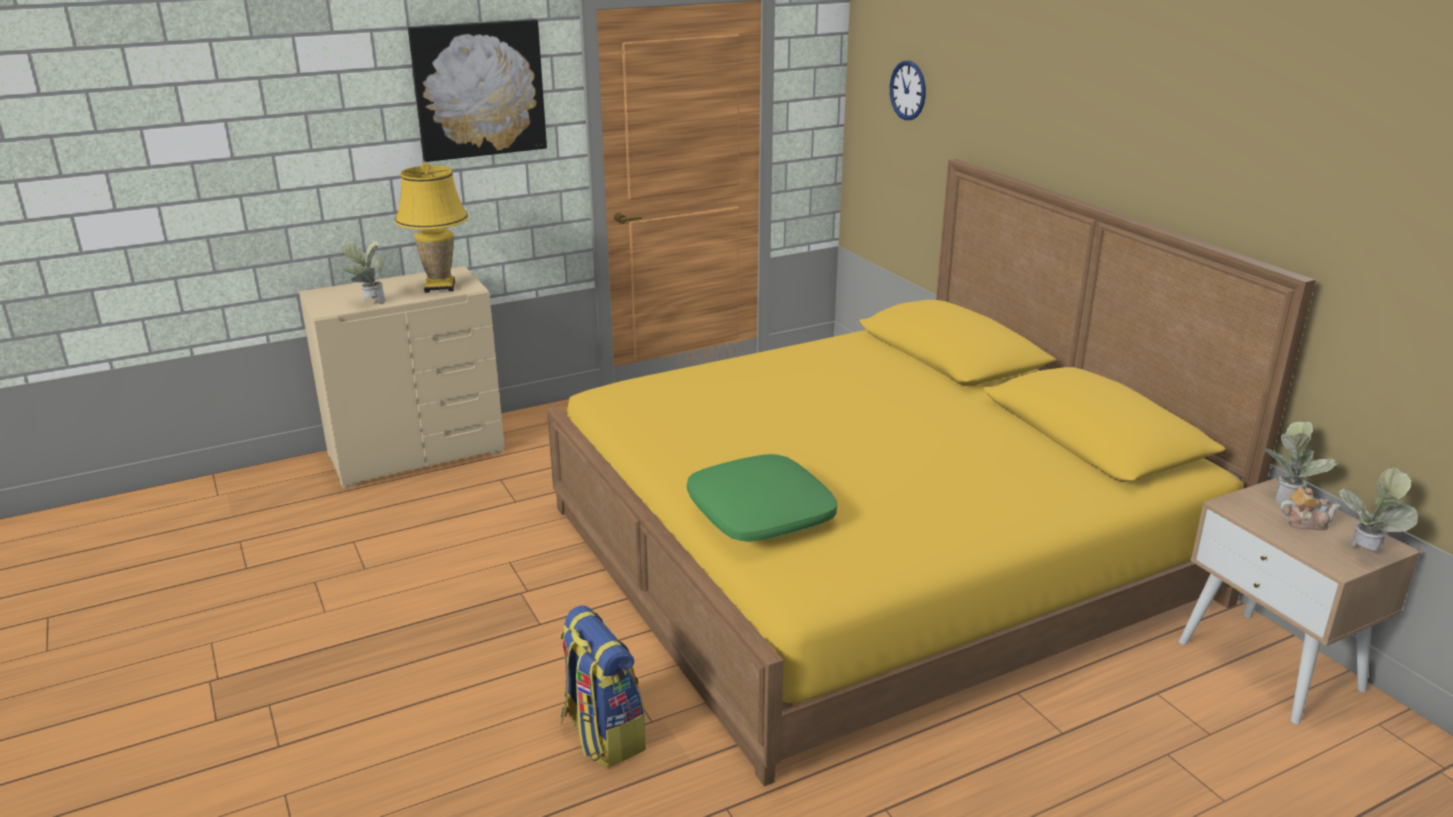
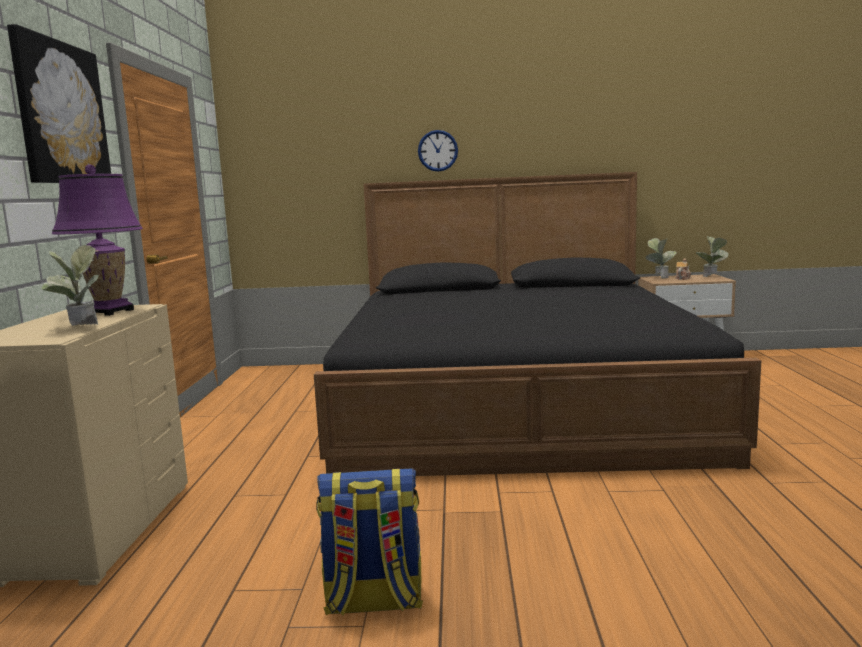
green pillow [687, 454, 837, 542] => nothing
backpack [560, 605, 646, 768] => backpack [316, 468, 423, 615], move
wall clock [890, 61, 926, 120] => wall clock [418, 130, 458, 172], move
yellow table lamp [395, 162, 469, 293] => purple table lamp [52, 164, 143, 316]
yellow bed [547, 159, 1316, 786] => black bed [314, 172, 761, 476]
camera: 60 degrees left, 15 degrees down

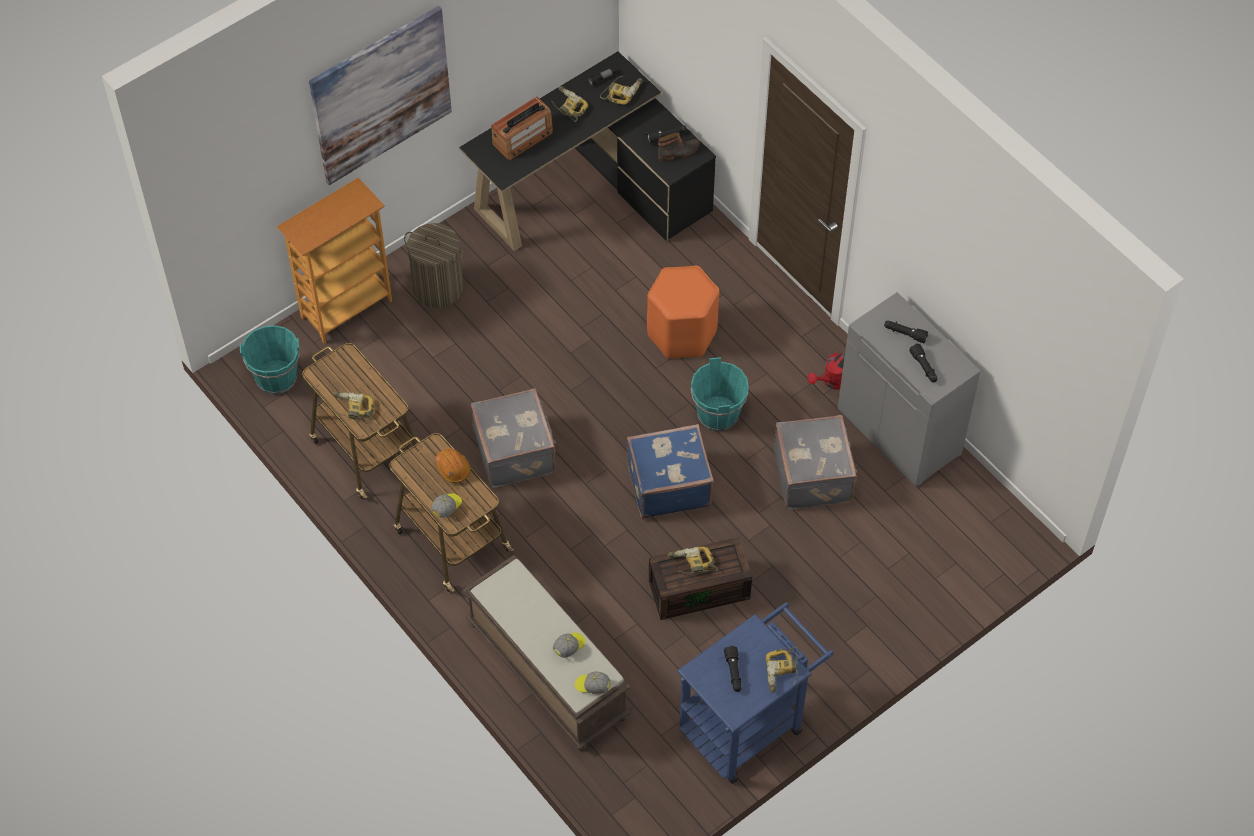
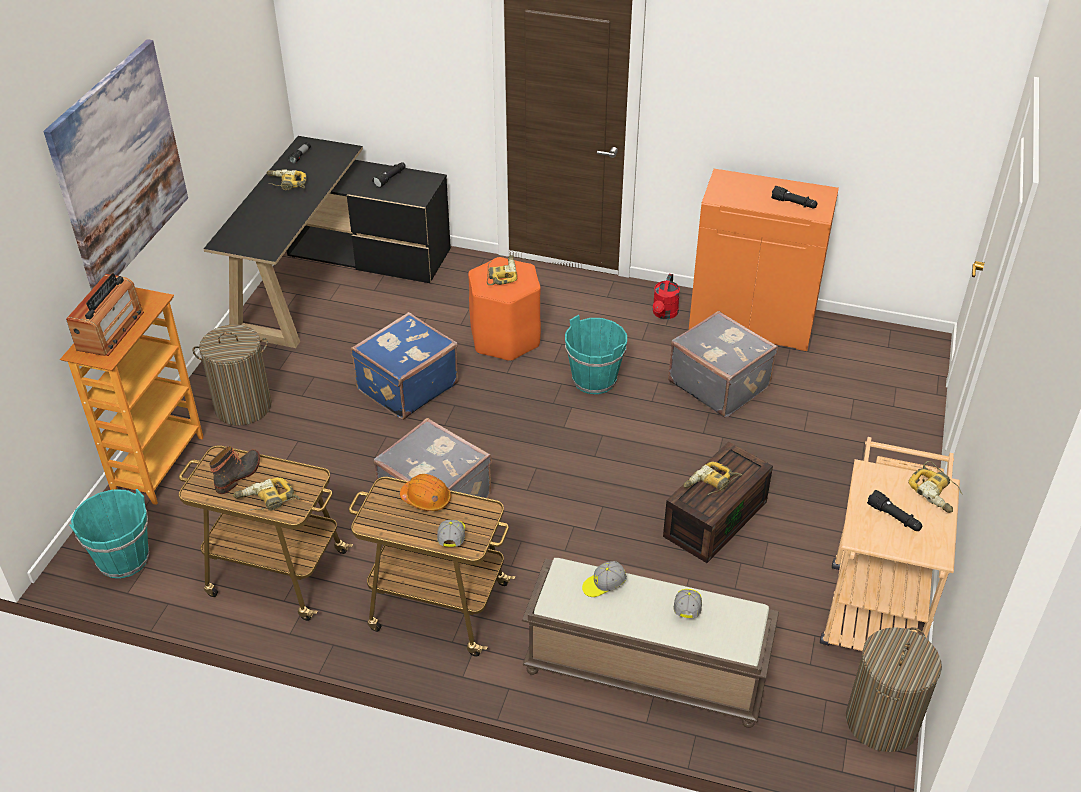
black flashlight [884, 321, 928, 343] => nothing
nothing => laundry basket [846, 627, 942, 752]
radio [491, 97, 553, 160] => radio [66, 273, 144, 356], move
cap [575, 672, 611, 694] => cap [582, 561, 627, 597], move
power drill [600, 76, 643, 105] => power drill [487, 255, 517, 285], move
blue suitcase [627, 424, 714, 519] => blue suitcase [351, 312, 459, 420], move
boot [658, 132, 699, 162] => boot [209, 446, 260, 494], move
blue cart [677, 602, 834, 784] => beige cart [820, 437, 960, 651]
grey cabinet [837, 292, 980, 487] => orange cabinet [689, 169, 839, 351]
camera: 35 degrees left, 15 degrees down

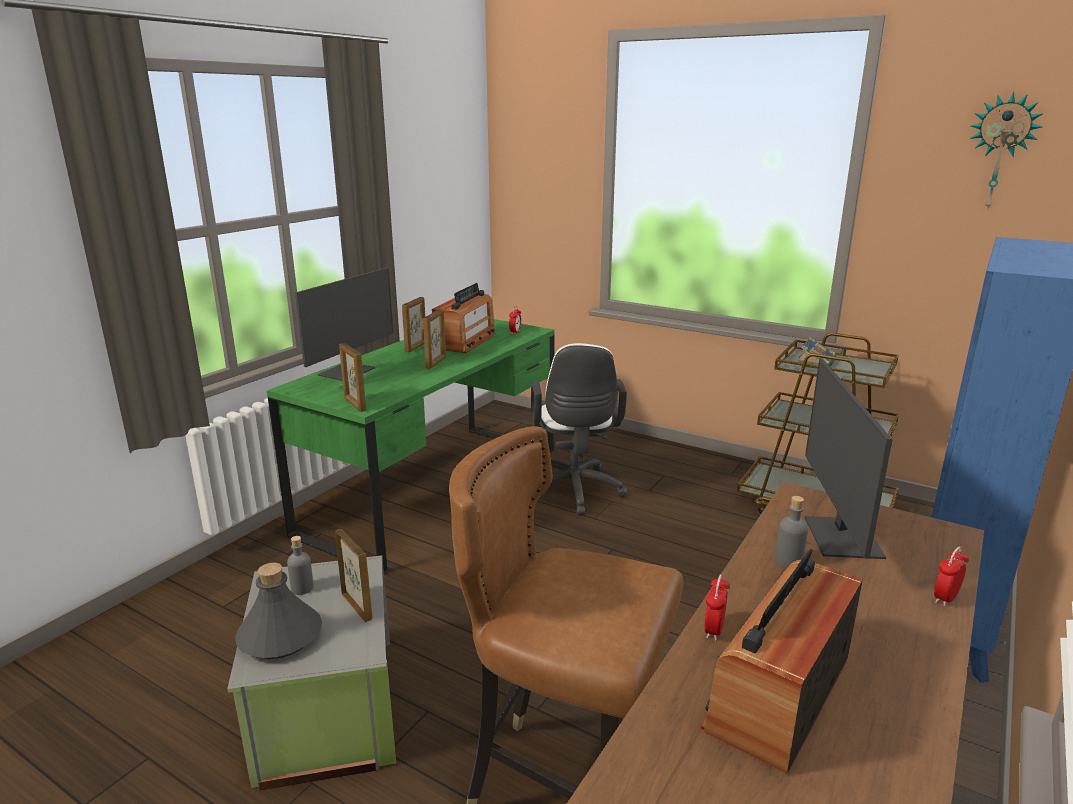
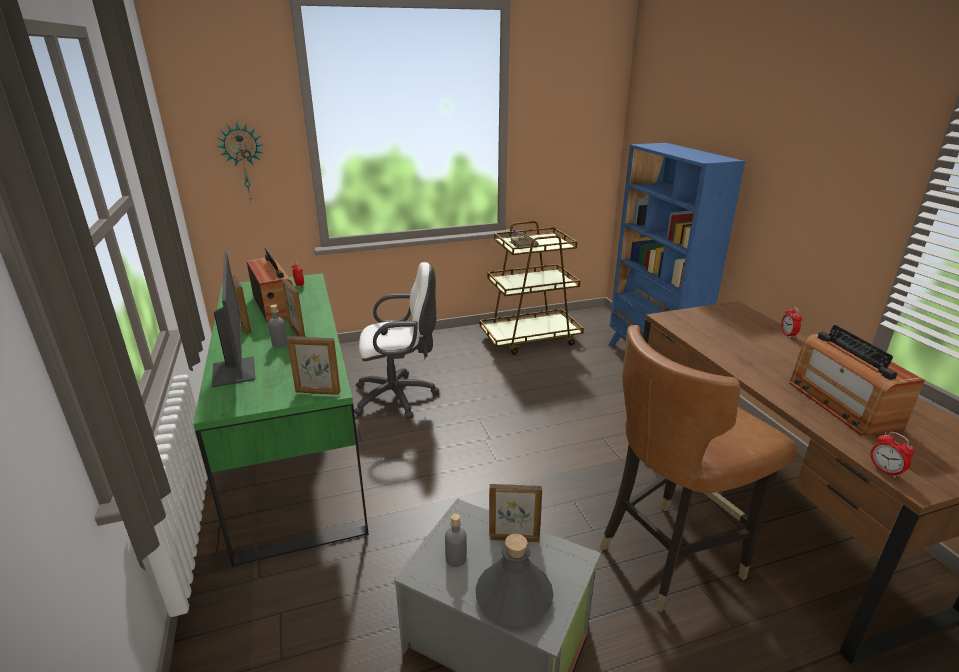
monitor [805, 359, 893, 559] => nothing
alarm clock [704, 574, 730, 641] => alarm clock [871, 432, 914, 478], move
grey bottle [775, 496, 808, 569] => grey bottle [268, 305, 288, 347], move
wall clock [970, 92, 1044, 211] => wall clock [217, 123, 264, 202], move
white office chair [531, 343, 627, 516] => white office chair [354, 262, 439, 419], 45 degrees counterclockwise
camera: 50 degrees left, 5 degrees up

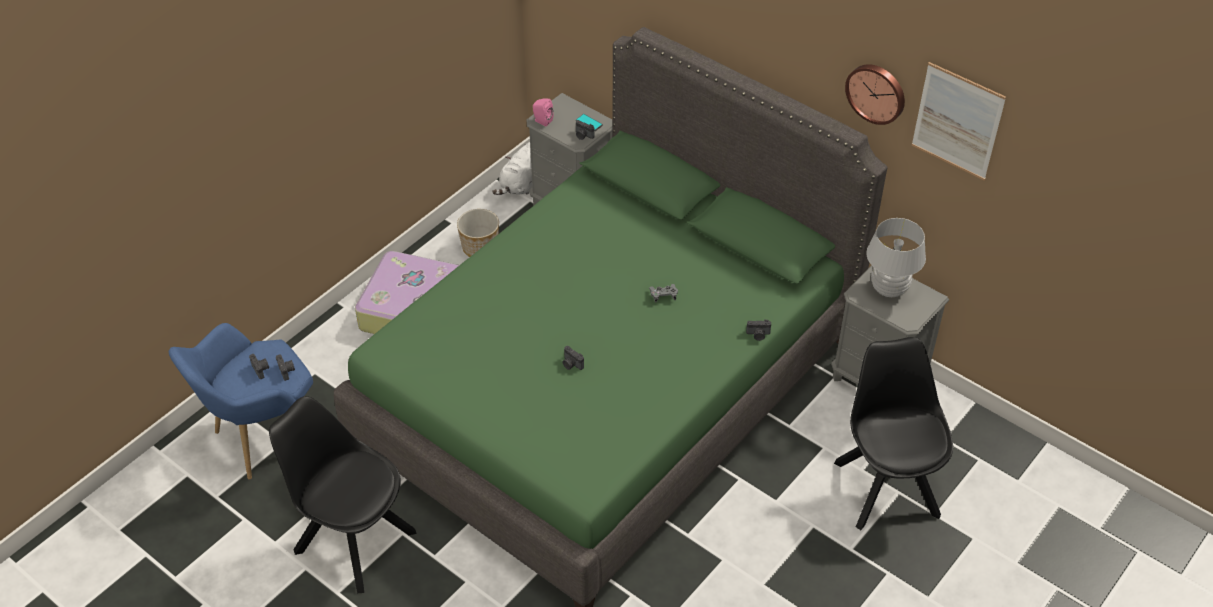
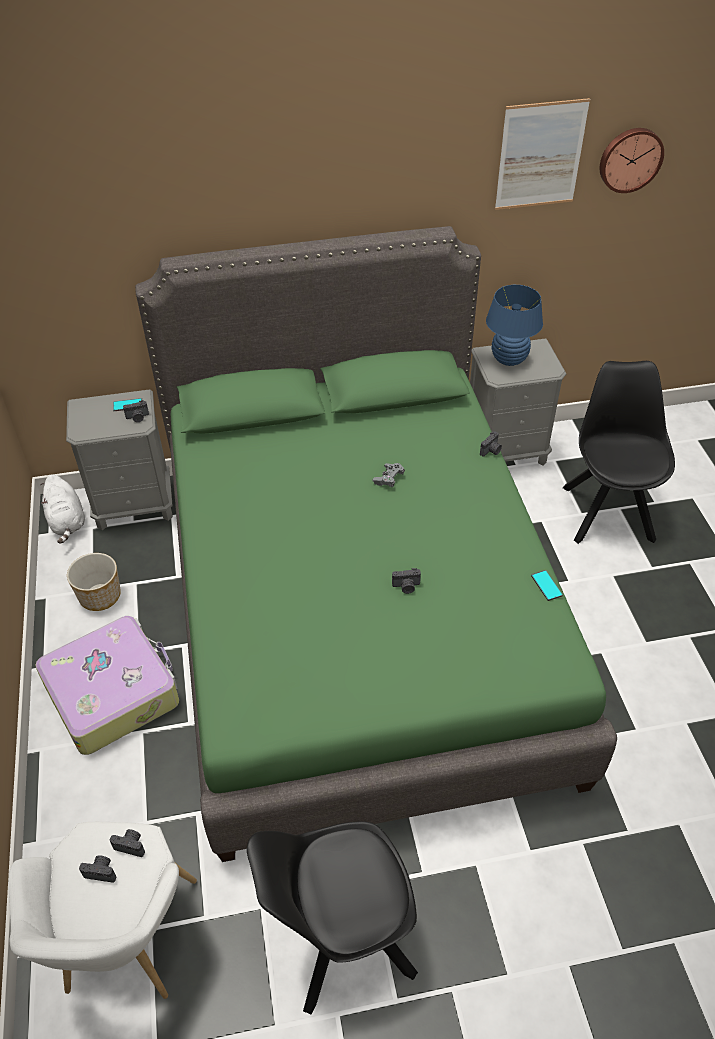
pink speaker [533, 99, 554, 126] => nothing
nothing => phone [531, 570, 563, 601]
wall clock [845, 64, 905, 125] => wall clock [600, 128, 664, 193], move
blue armchair [169, 323, 313, 479] => white armchair [8, 822, 197, 999]
white table lamp [866, 218, 926, 297] => blue table lamp [486, 285, 543, 366]
black chair [834, 337, 953, 530] => black chair [563, 361, 675, 544], 60 degrees clockwise
camera: 50 degrees left, 0 degrees up

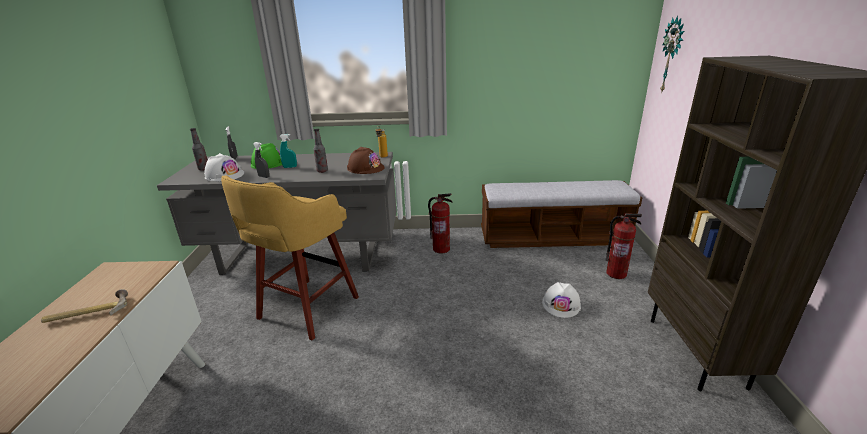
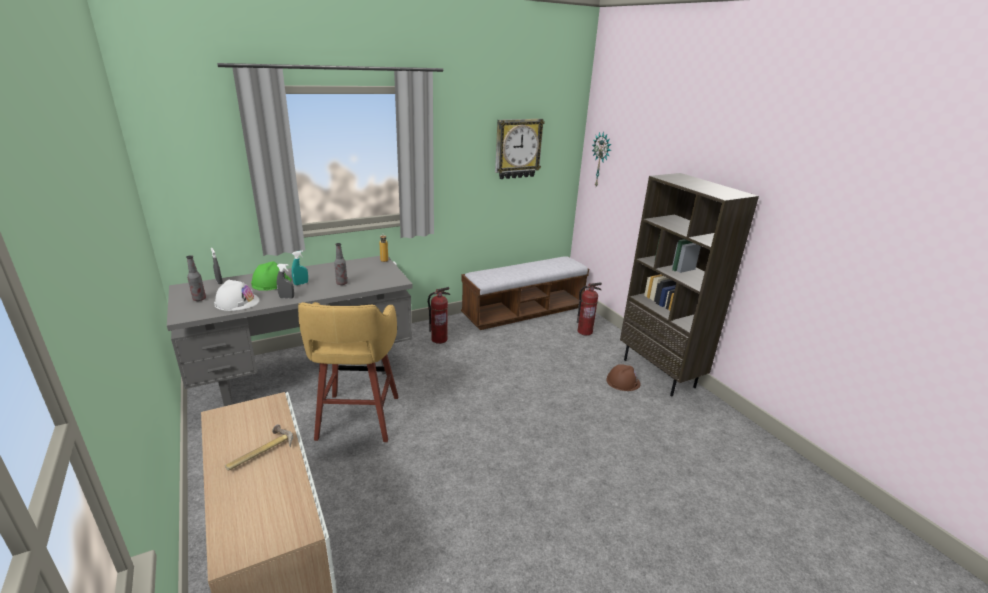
white hard hat [542, 282, 581, 318] => nothing
nothing => wall clock [495, 119, 545, 179]
brown hard hat [347, 147, 385, 174] => brown hard hat [606, 364, 641, 391], move
camera: 30 degrees left, 0 degrees up

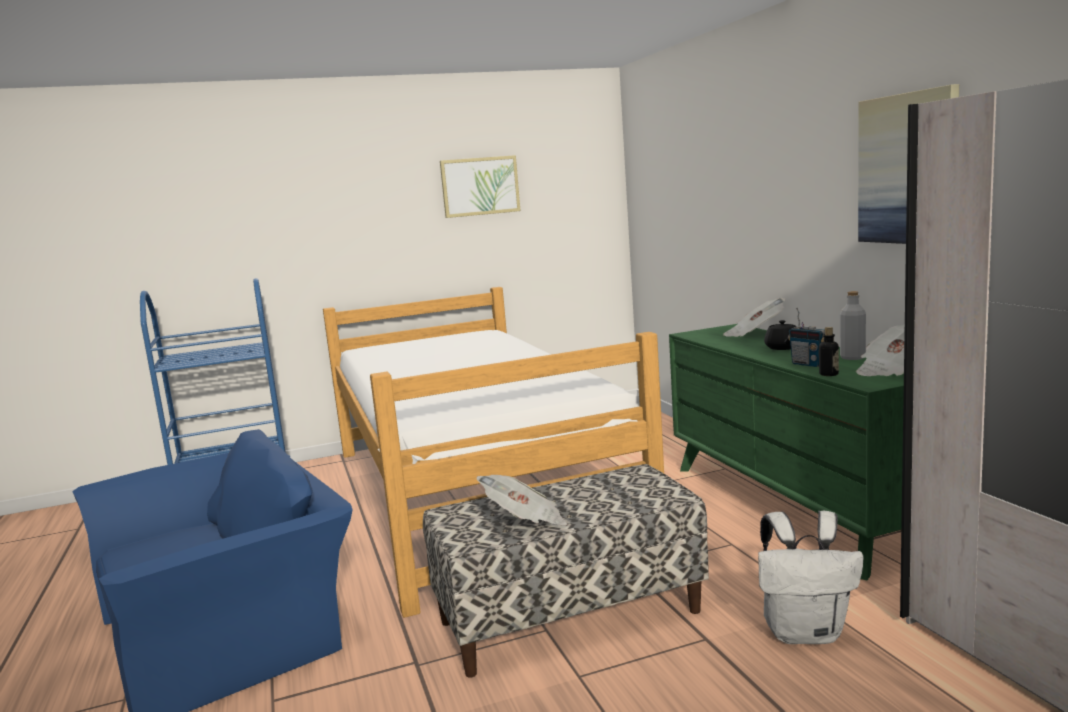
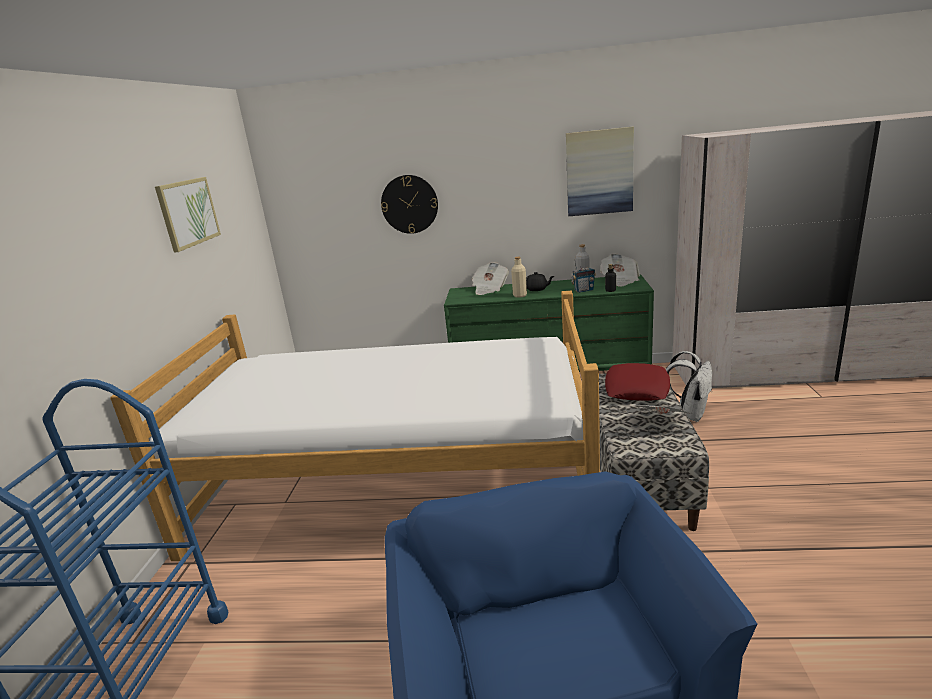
nothing => wall clock [381, 175, 438, 234]
nothing => beige bottle [511, 257, 527, 298]
nothing => red pillow [605, 363, 670, 401]
camera: 65 degrees left, 10 degrees up

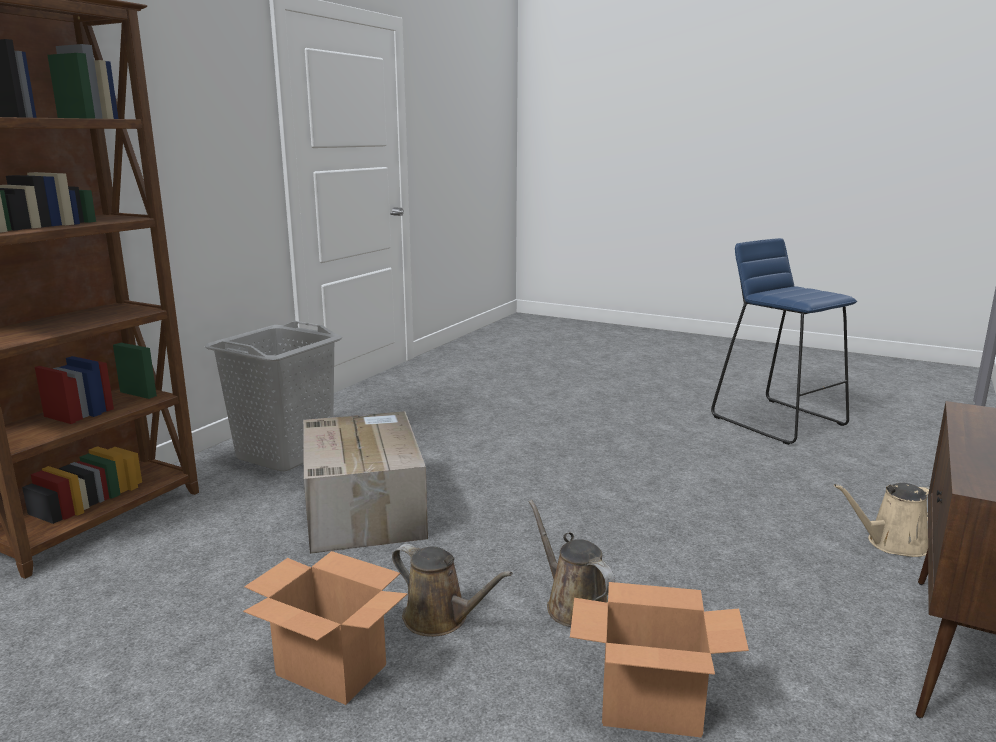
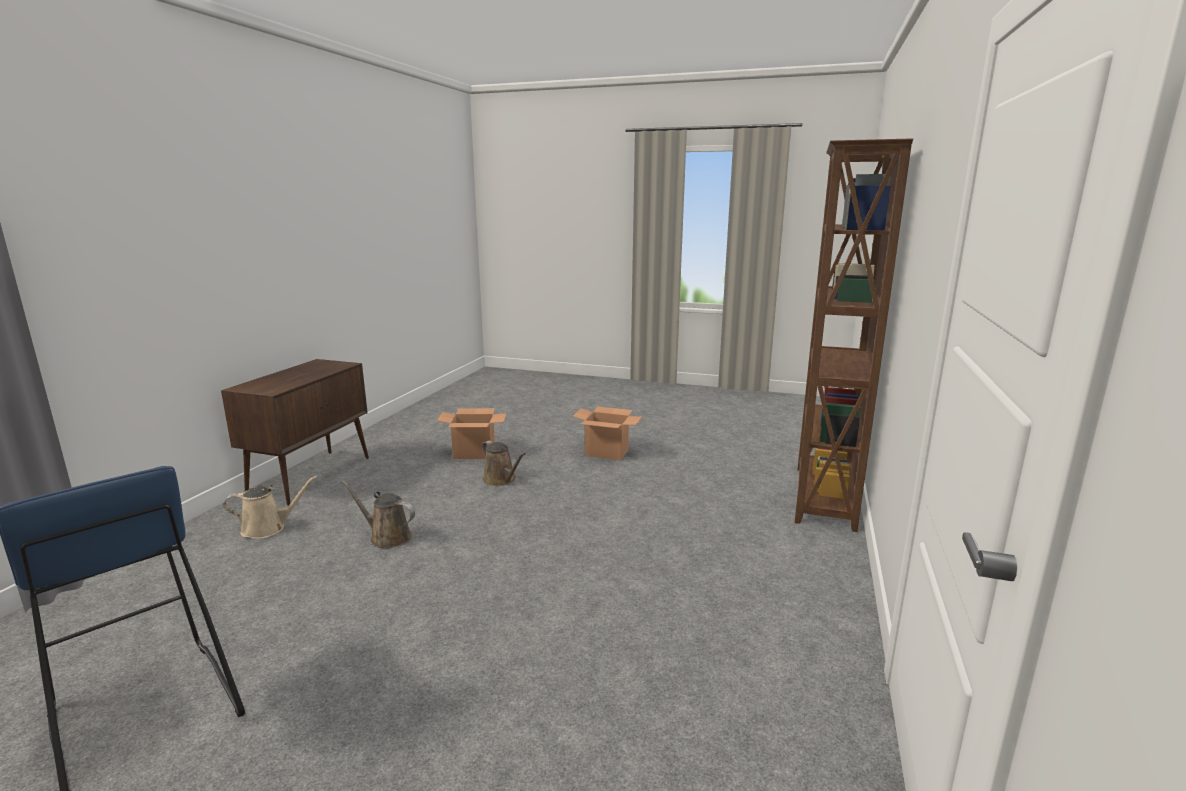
grey laundry basket [205, 321, 342, 471] => nothing
cardboard box [303, 411, 428, 554] => nothing
brown watering can [392, 544, 513, 637] => brown watering can [342, 480, 415, 548], move
camera: 170 degrees right, 0 degrees up

